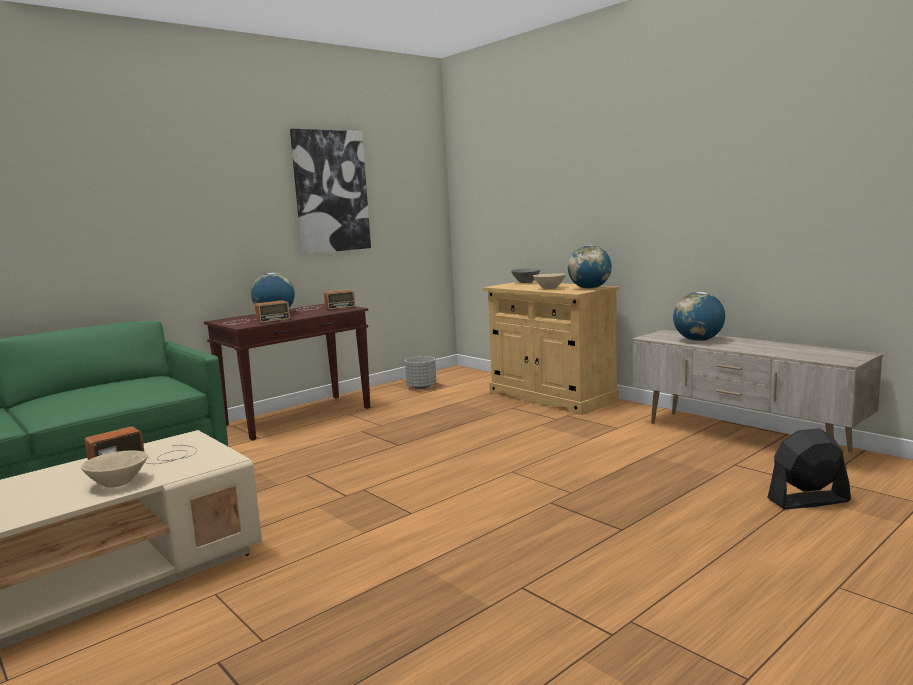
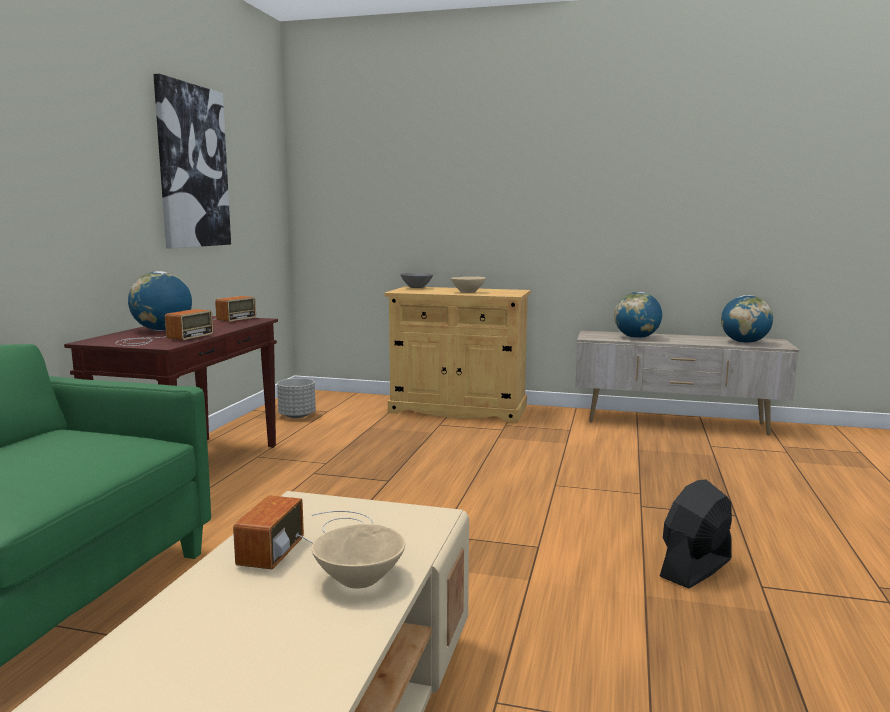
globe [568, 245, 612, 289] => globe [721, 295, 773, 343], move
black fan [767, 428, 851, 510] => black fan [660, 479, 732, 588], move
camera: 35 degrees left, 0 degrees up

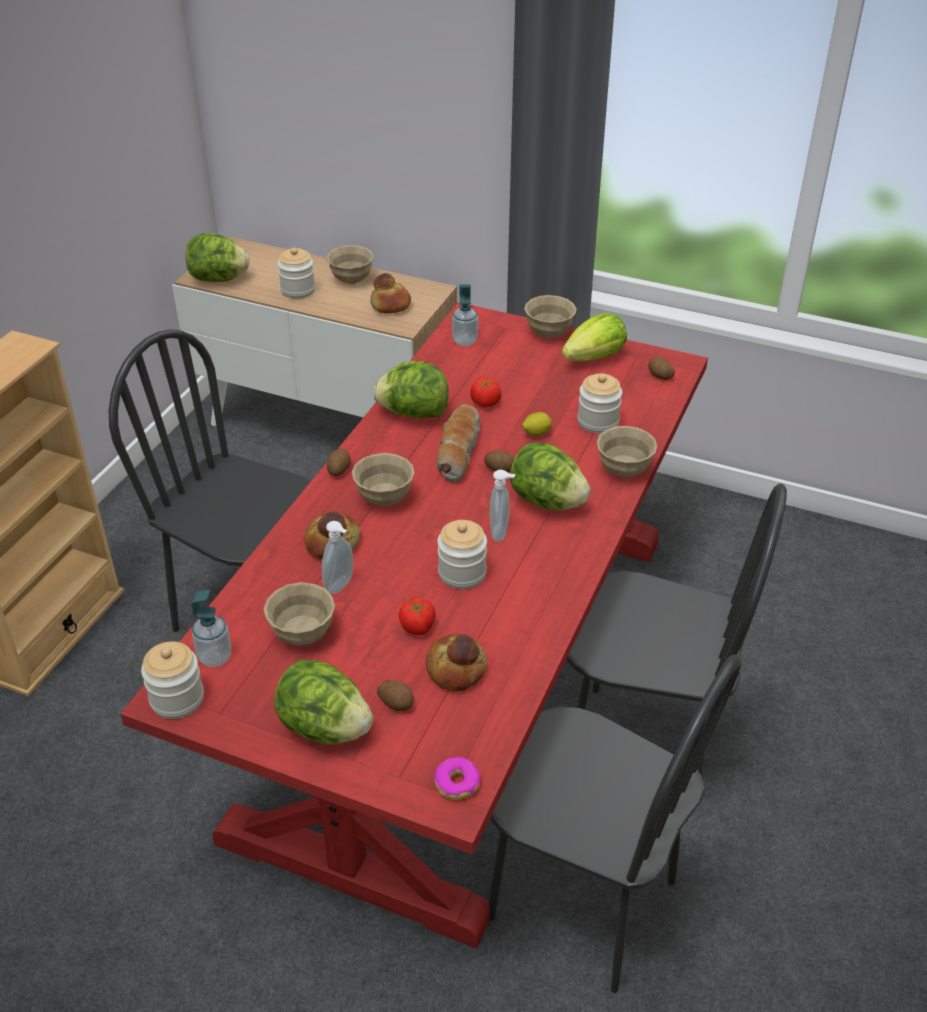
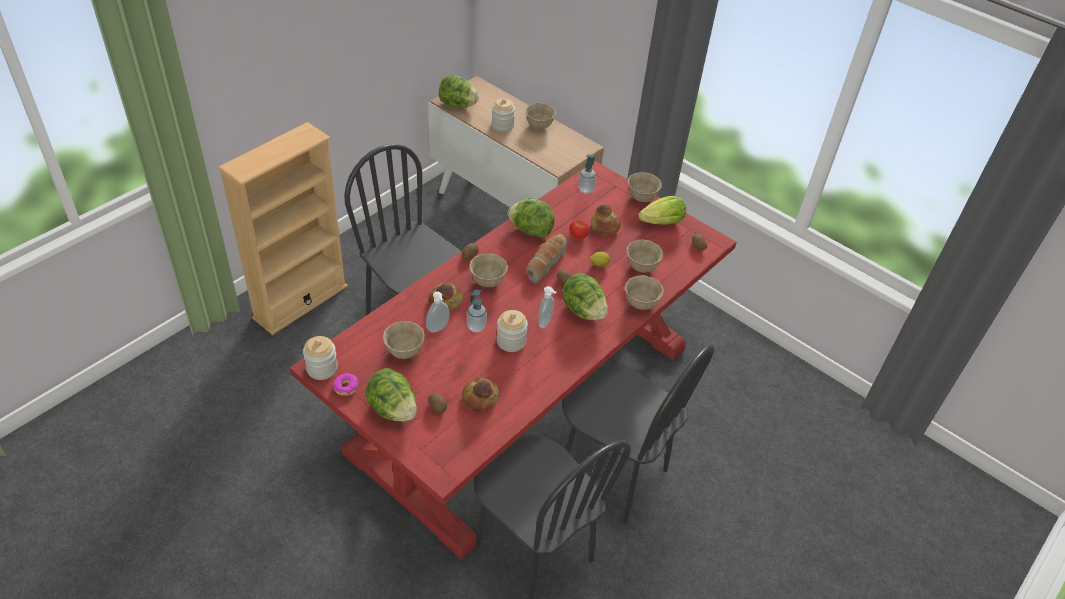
tomato [399, 596, 436, 635] => nothing
soap dispenser [192, 590, 231, 667] => soap dispenser [467, 290, 487, 332], move
bread [370, 273, 411, 314] => bread [591, 204, 621, 235], move
donut [434, 757, 480, 800] => donut [333, 373, 359, 396], move
jar [578, 373, 622, 434] => beige bowl [627, 239, 663, 273]
camera: 15 degrees right, 5 degrees up

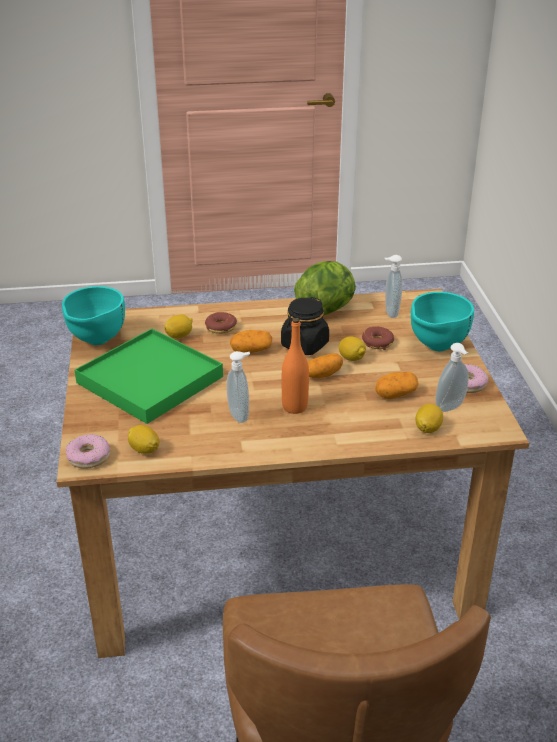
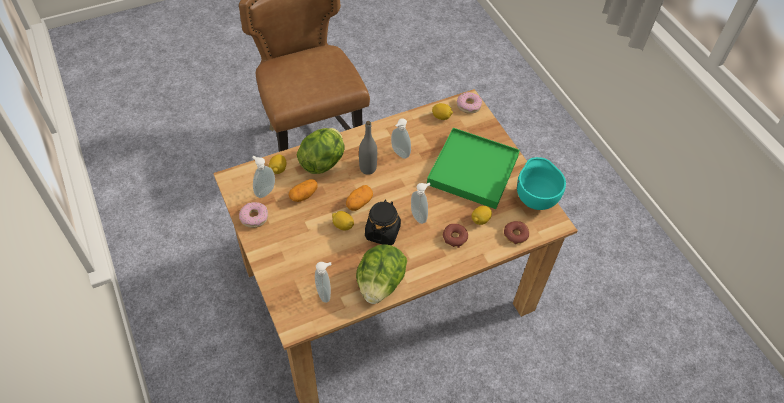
turquoise bowl [411, 292, 474, 351] => nothing
nothing => lettuce [297, 128, 345, 174]
donut [362, 327, 394, 350] => donut [504, 221, 529, 244], move
potato [230, 330, 272, 353] => soap dispenser [411, 183, 430, 224]
orange bottle [282, 318, 309, 414] => grey bottle [359, 121, 377, 175]
camera: 160 degrees right, 20 degrees up

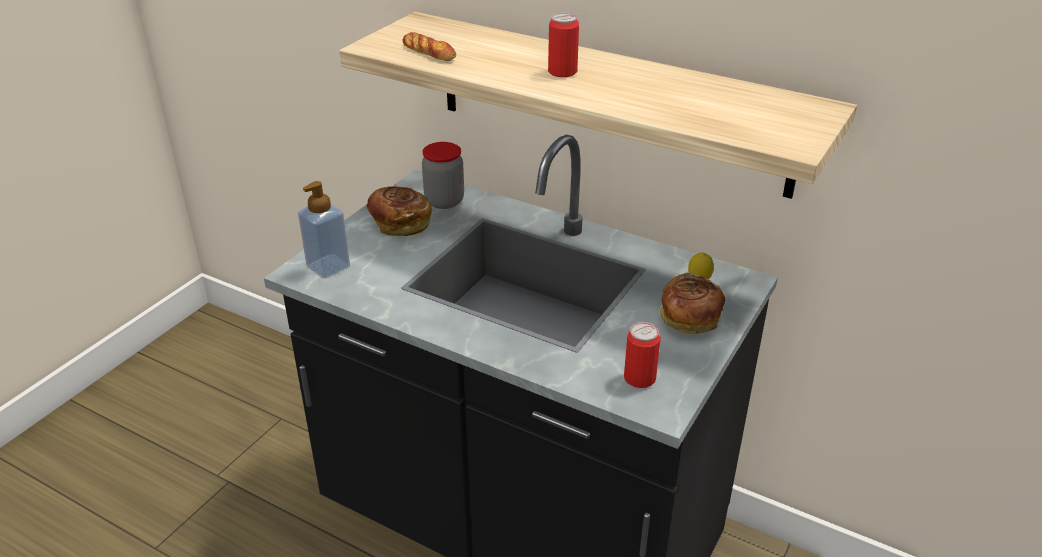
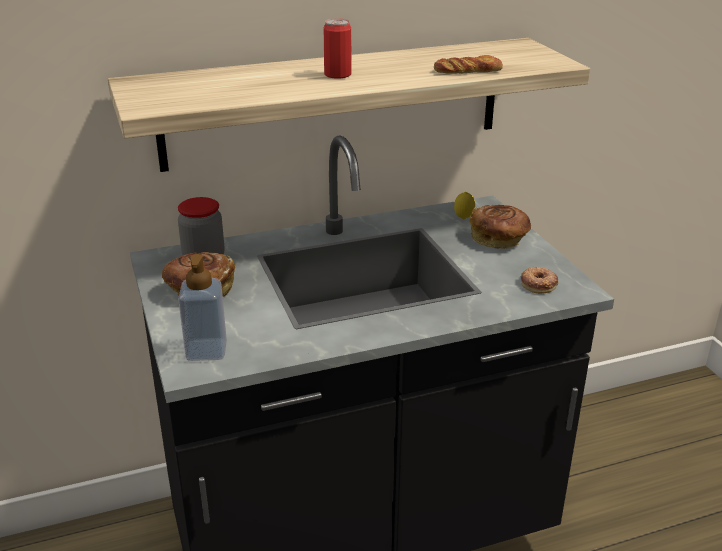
bread [403, 32, 456, 61] => bread [434, 55, 503, 74], move
can [624, 322, 661, 388] => donut [521, 267, 559, 294]
camera: 50 degrees left, 5 degrees down

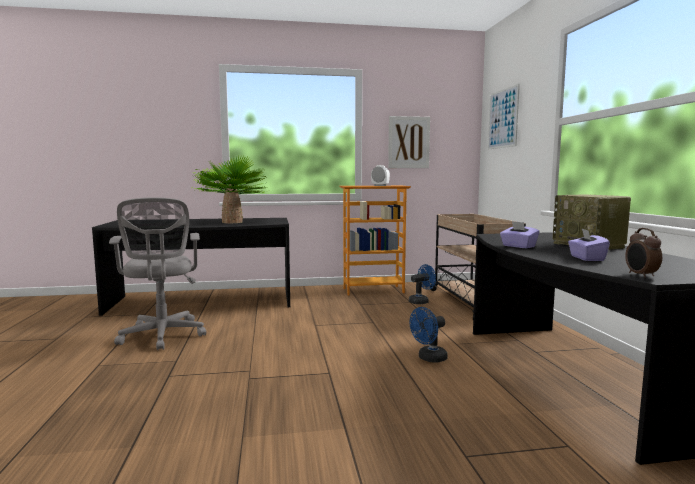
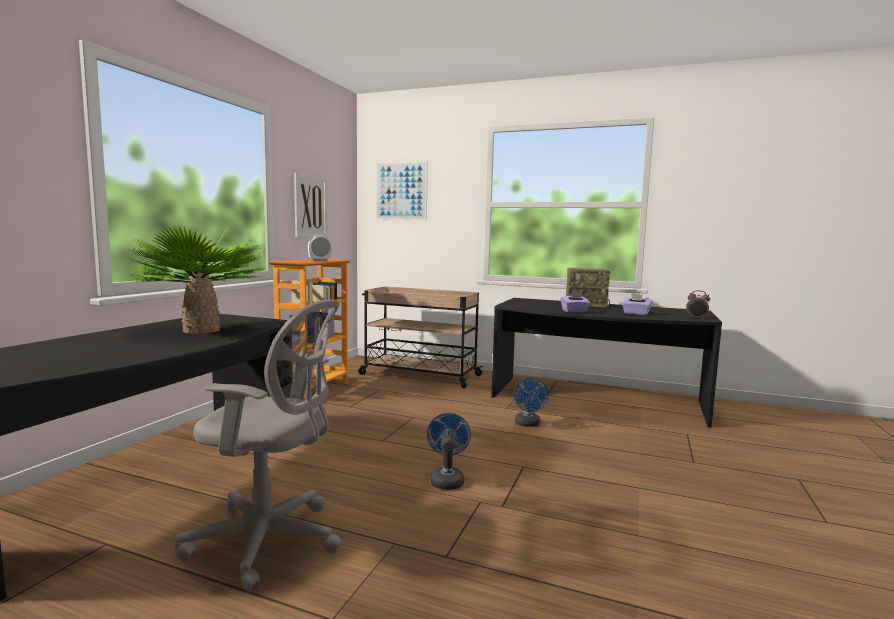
blue fan [409, 264, 436, 304] => blue fan [427, 413, 471, 490], move
camera: 60 degrees left, 0 degrees up

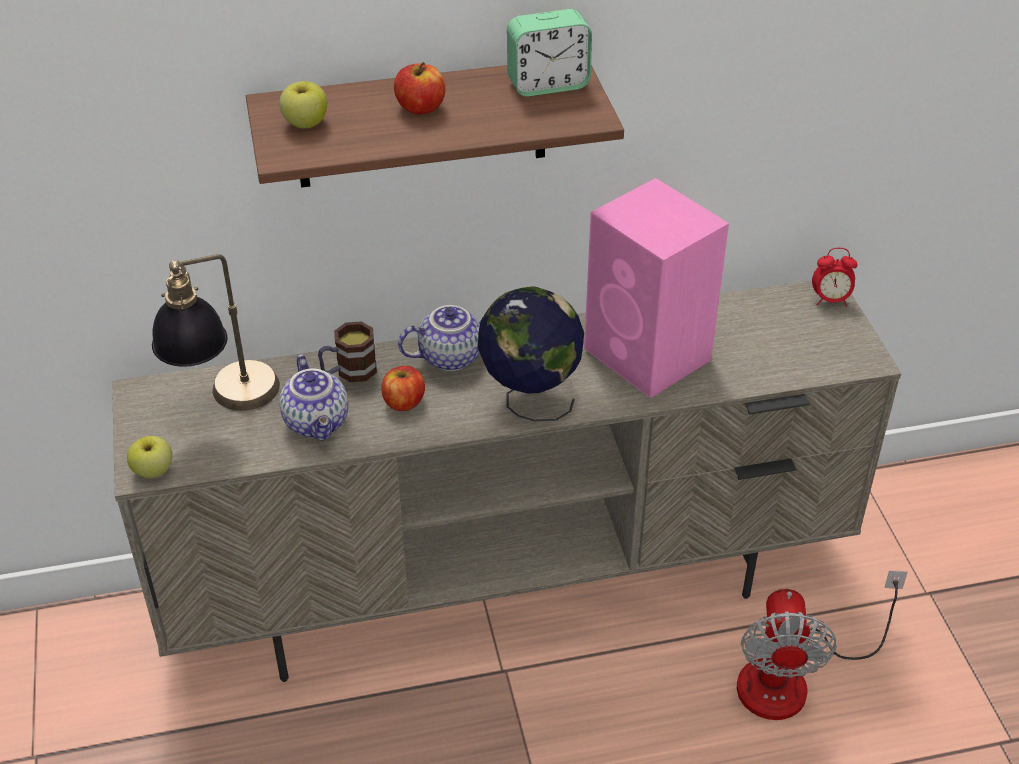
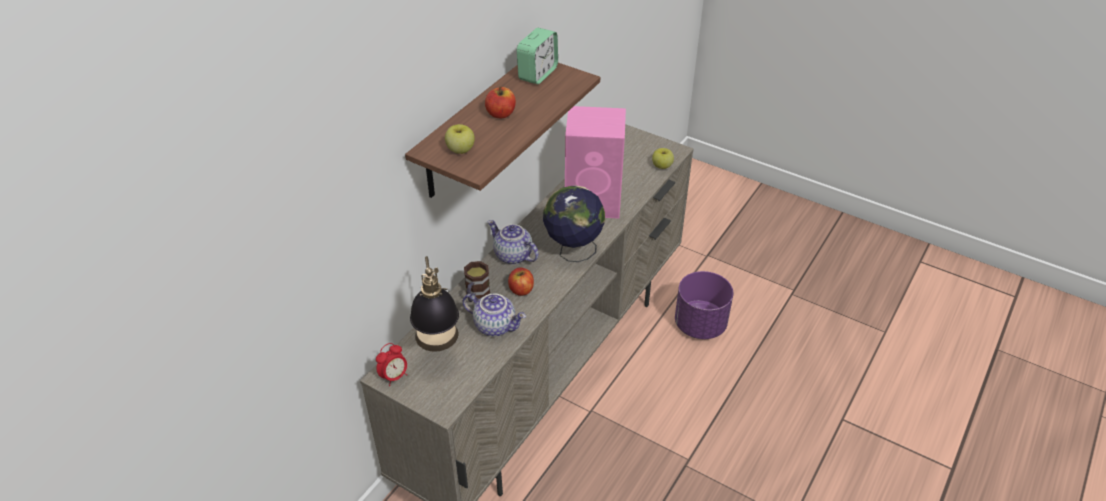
apple [127, 436, 172, 479] => apple [652, 148, 674, 169], move
alarm clock [812, 248, 857, 307] => alarm clock [376, 343, 407, 386], move
fan [737, 570, 908, 720] => purple planter [675, 271, 733, 339]
teapot [398, 305, 481, 371] => teapot [488, 220, 539, 265], 75 degrees counterclockwise
camera: 45 degrees left, 0 degrees up

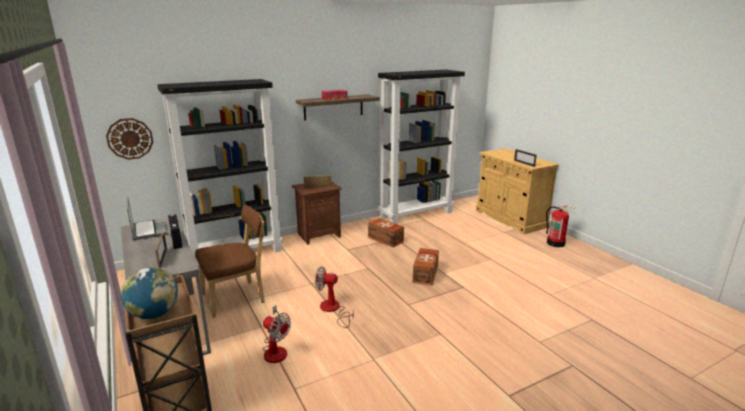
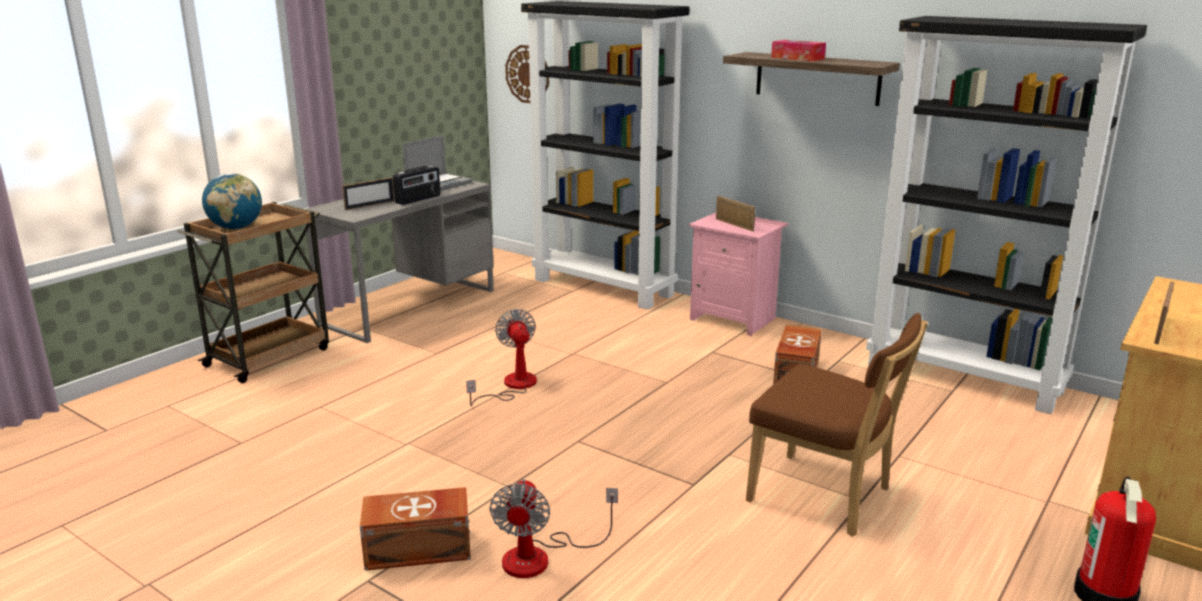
brown chair [195, 204, 265, 318] => brown chair [746, 313, 928, 537], move
fan [262, 305, 291, 363] => fan [489, 479, 618, 578], move
brown storage box [413, 248, 439, 286] => brown storage box [360, 487, 471, 571], move
brown nightstand [292, 182, 342, 245] => pink nightstand [689, 212, 788, 336]
camera: 65 degrees right, 0 degrees up

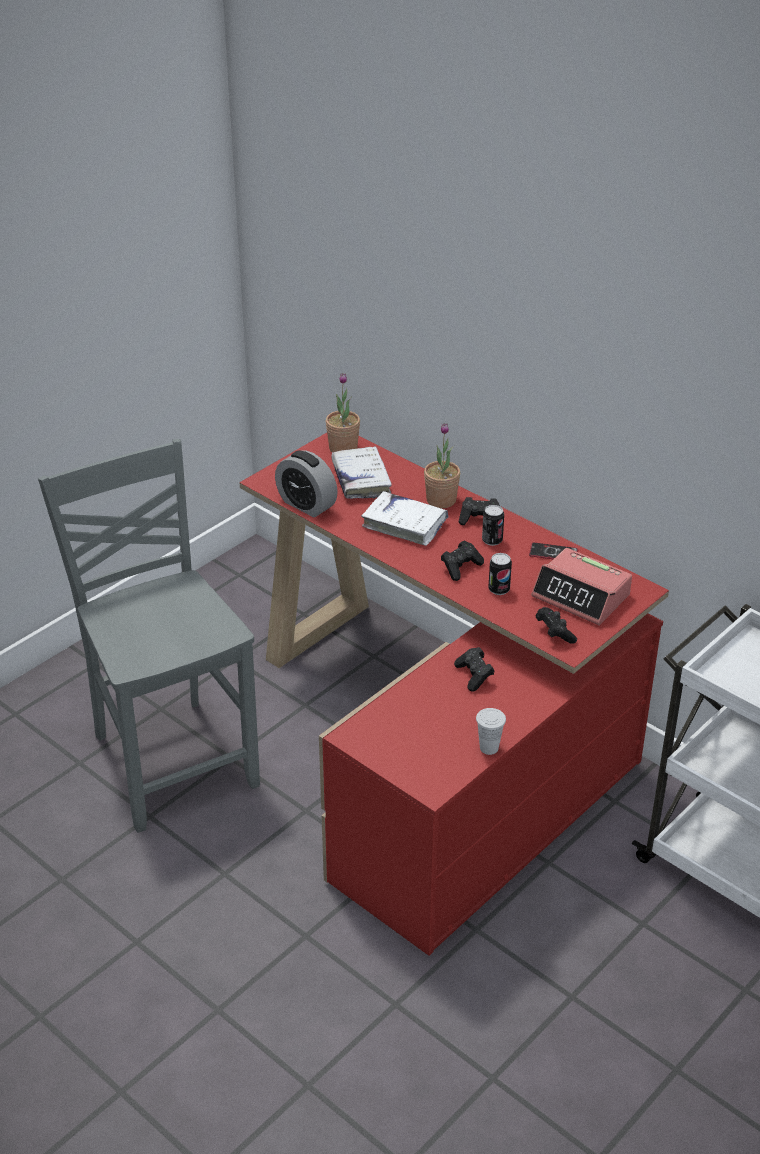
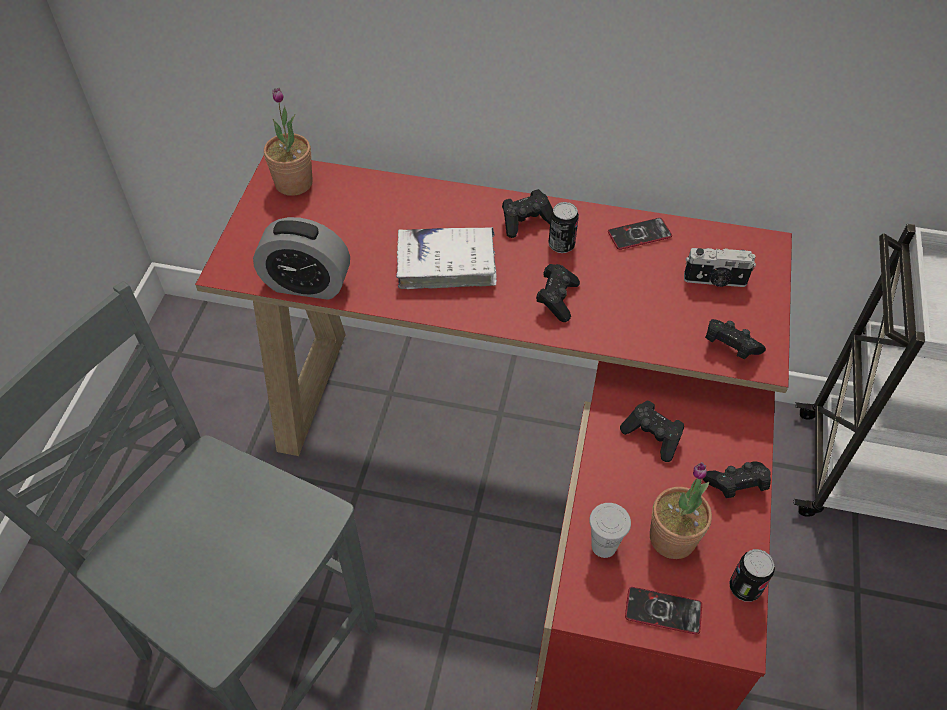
white book [331, 446, 392, 499] => nothing
nothing => phone [625, 587, 702, 635]
nothing => black game controller [703, 461, 771, 498]
potted plant [424, 423, 460, 508] => potted plant [650, 462, 712, 559], move
white cup [476, 708, 506, 755] => white cup [589, 503, 631, 558], move
can [488, 553, 512, 595] => can [729, 549, 775, 602], move
alarm clock [532, 548, 632, 625] => photo camera [684, 248, 756, 287]
camera: 30 degrees left, 15 degrees up

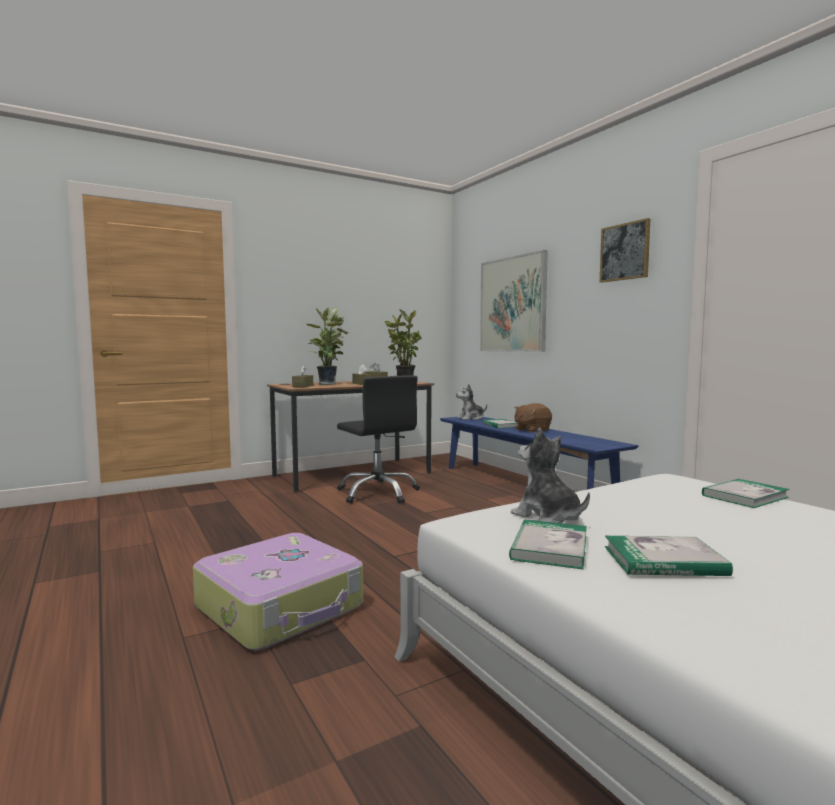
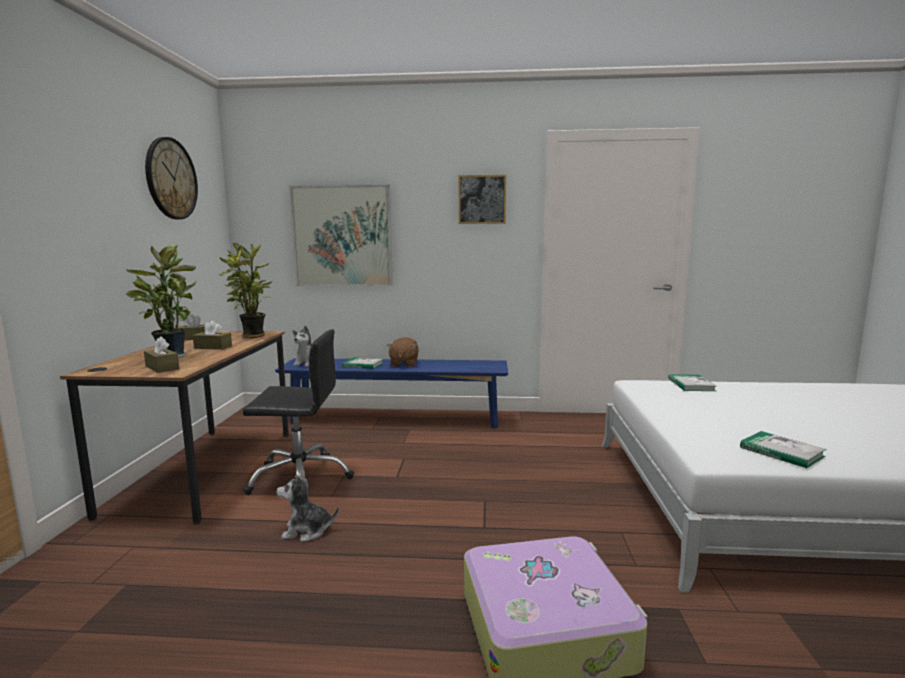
book [604, 536, 733, 576] => nothing
nothing => wall clock [145, 137, 198, 219]
plush toy [511, 428, 590, 523] => plush toy [277, 472, 339, 542], move
camera: 55 degrees left, 5 degrees up

